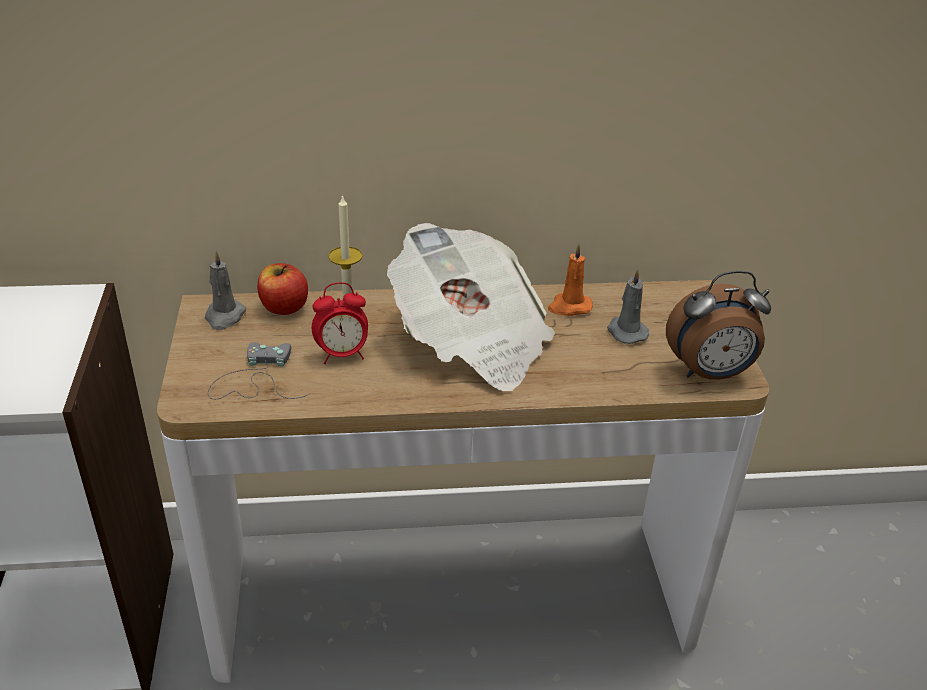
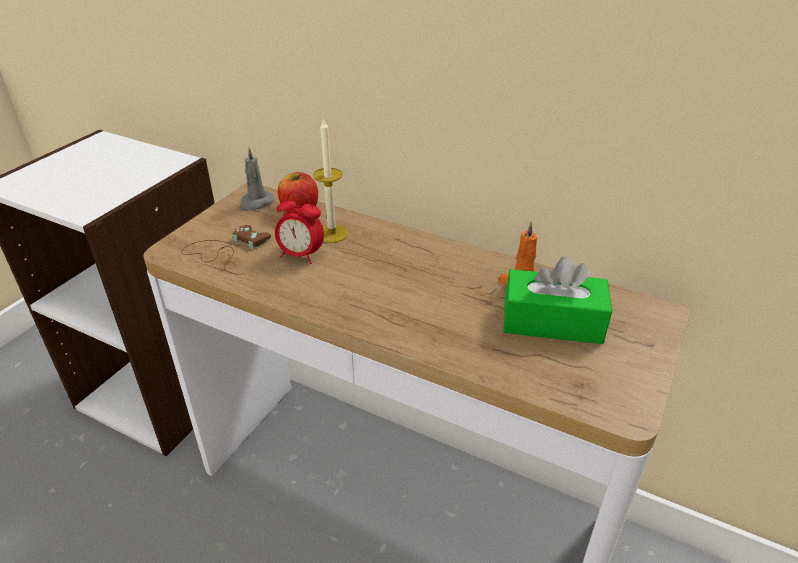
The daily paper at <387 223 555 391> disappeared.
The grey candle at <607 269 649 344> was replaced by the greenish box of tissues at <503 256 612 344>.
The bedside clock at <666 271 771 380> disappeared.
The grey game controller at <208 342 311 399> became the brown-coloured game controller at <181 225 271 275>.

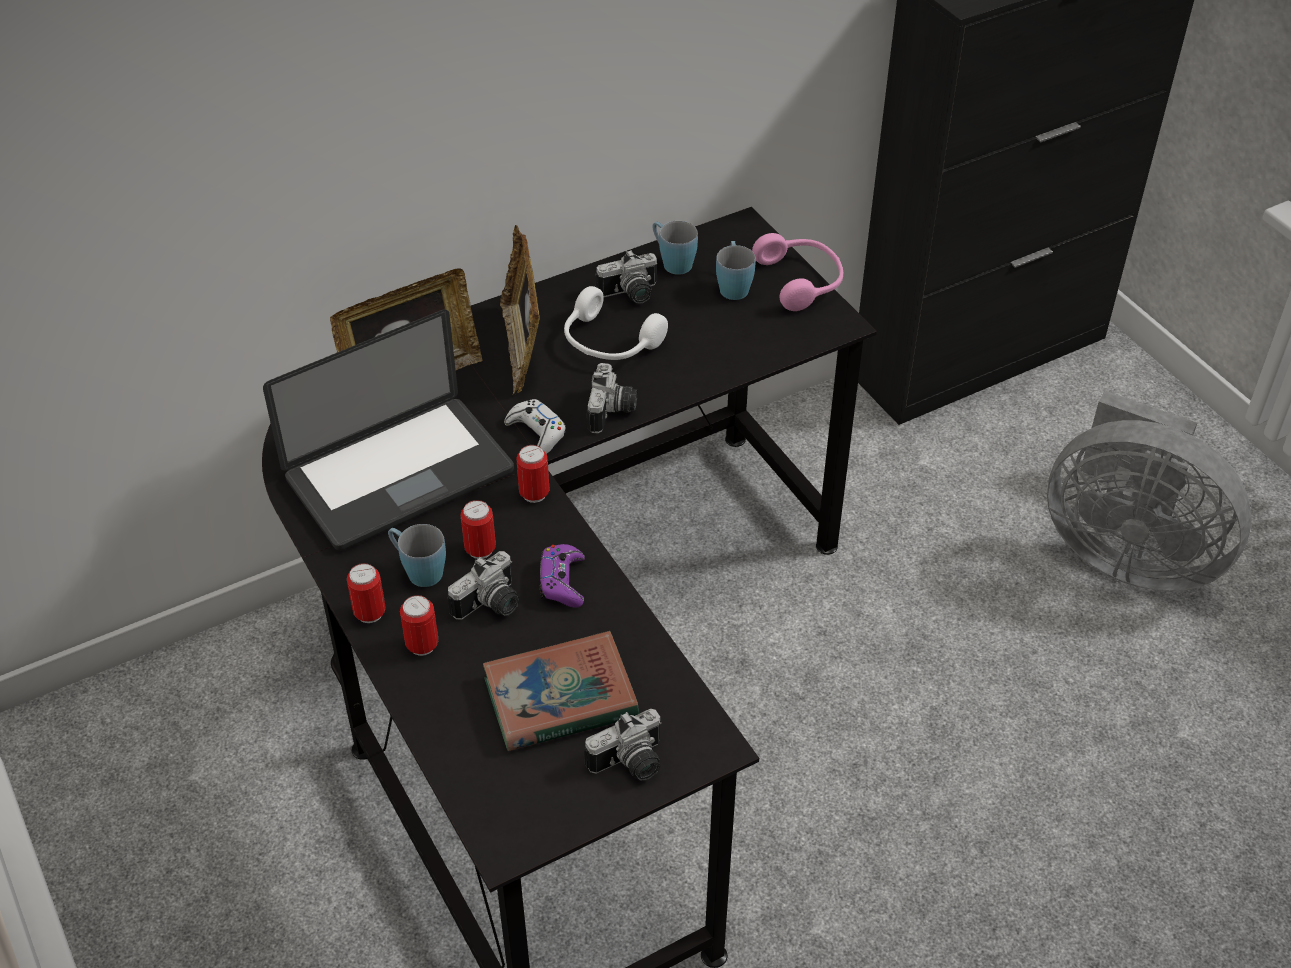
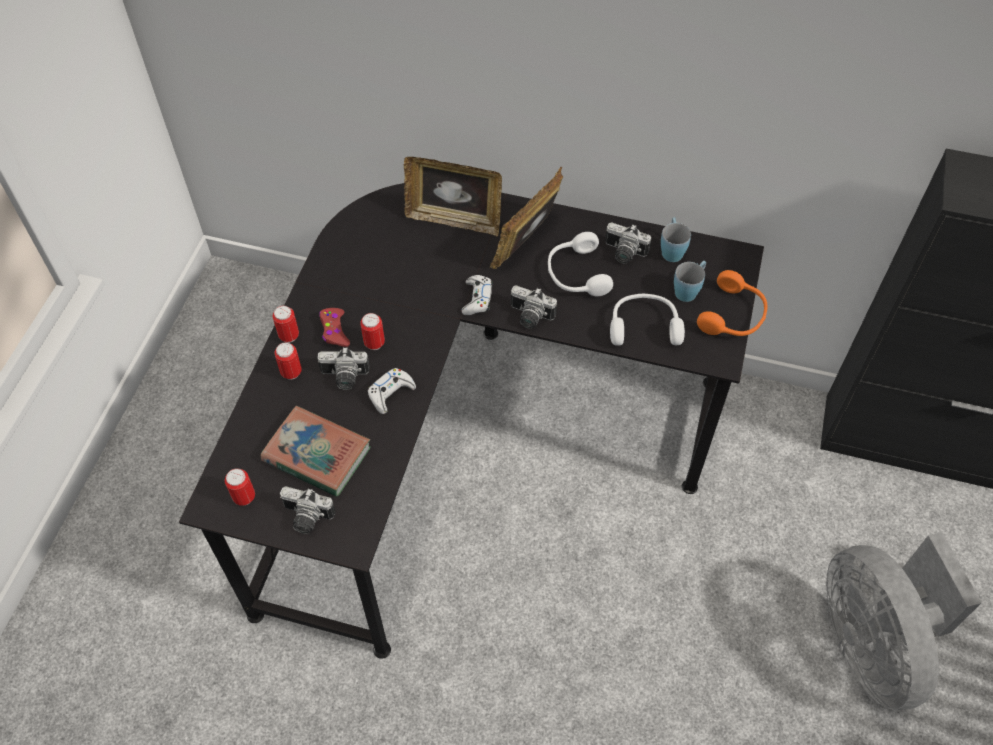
The pinkish headset at <752 233 843 311> became the orangey headset at <697 270 767 336>.
The portable computer at <263 310 514 551> disappeared.
The still camera at <587 363 637 433> turned 60 degrees clockwise.
The sealed can moved from <516 445 550 503> to <225 468 255 505>.
The blue tea mug at <388 524 446 587> was replaced by the red-coloured game controller at <319 308 350 347>.
The purple game controller at <539 544 585 608> became the white game controller at <368 368 416 414>.
The white headset at <610 293 685 346> appeared.

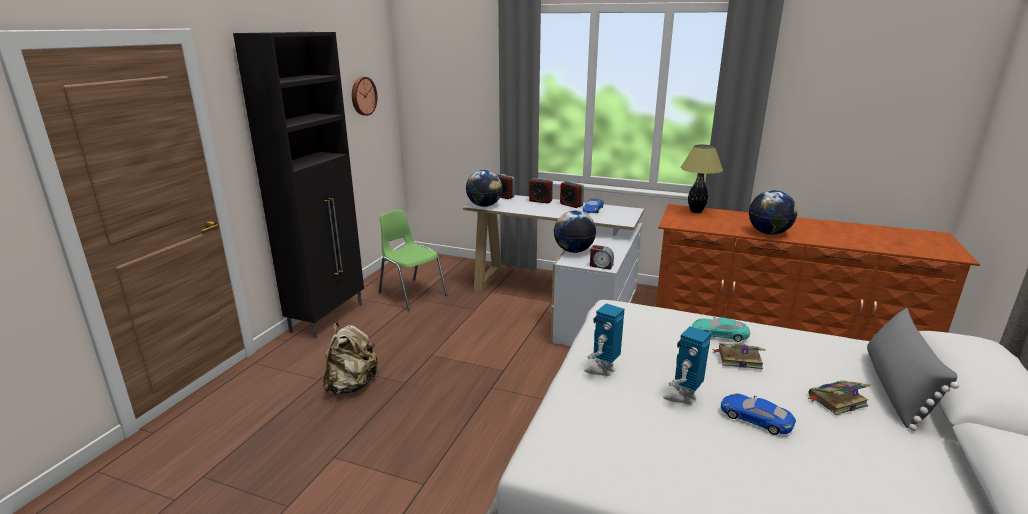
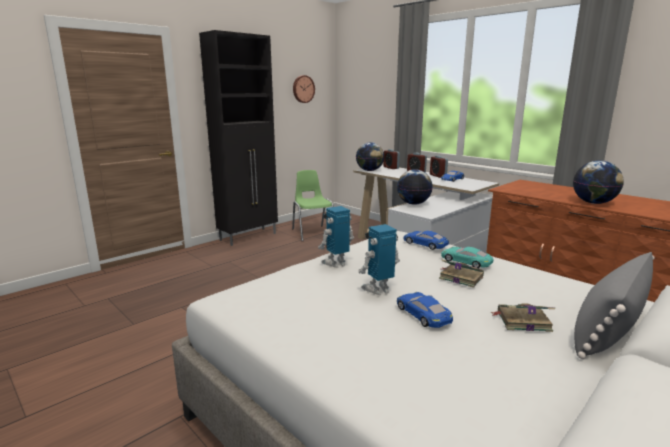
The table lamp at <681 144 723 213> disappeared.
The bedside clock at <590 245 614 270> disappeared.
The beige-coloured knapsack at <323 322 379 395> disappeared.
The blue toy car at <404 231 449 250> appeared.

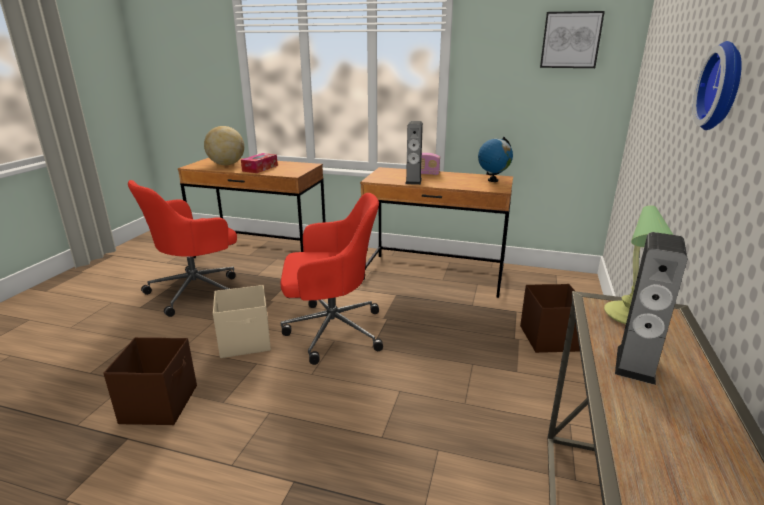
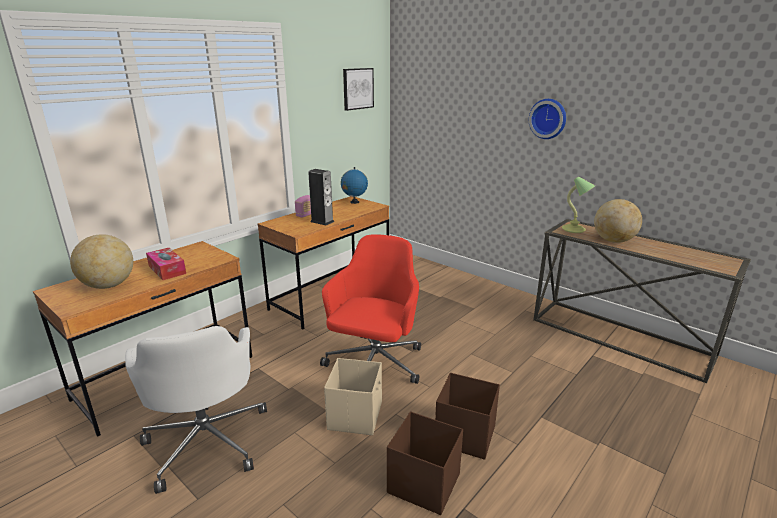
The red-coloured computer chair at <128 180 237 317> became the white computer chair at <125 326 267 494>.
The loudspeaker at <615 232 687 385> was replaced by the desk globe at <594 199 642 243>.
The brown-coloured storage container moved from <520 284 580 353> to <435 373 500 460>.

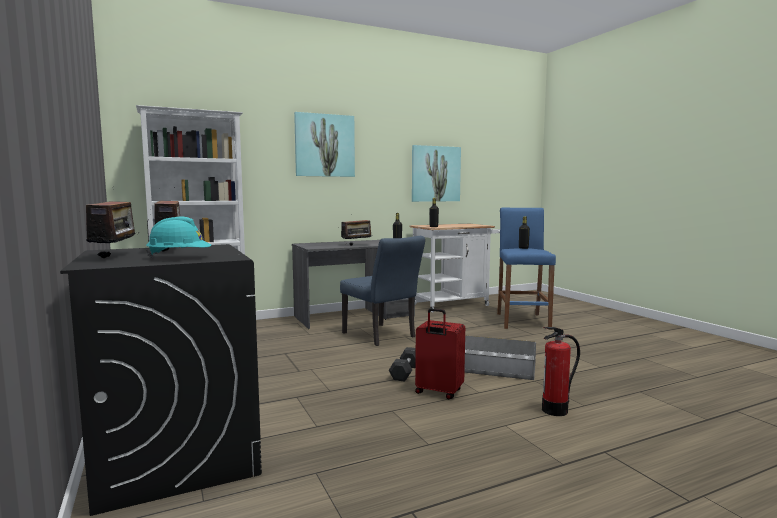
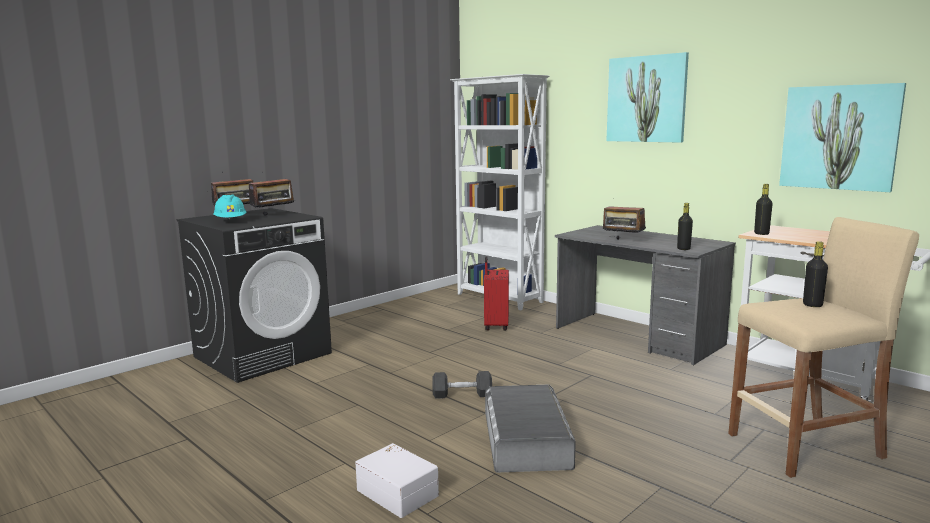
The blue stool seat at <497 207 556 330> became the beige-coloured stool seat at <728 217 919 478>.
The blue chair at <340 236 425 346> disappeared.
The red-coloured piece of luggage moved from <415 308 465 399> to <484 256 509 330>.
The fire-fighting cylinder at <542 327 580 416> was replaced by the white storage container at <355 443 439 518>.

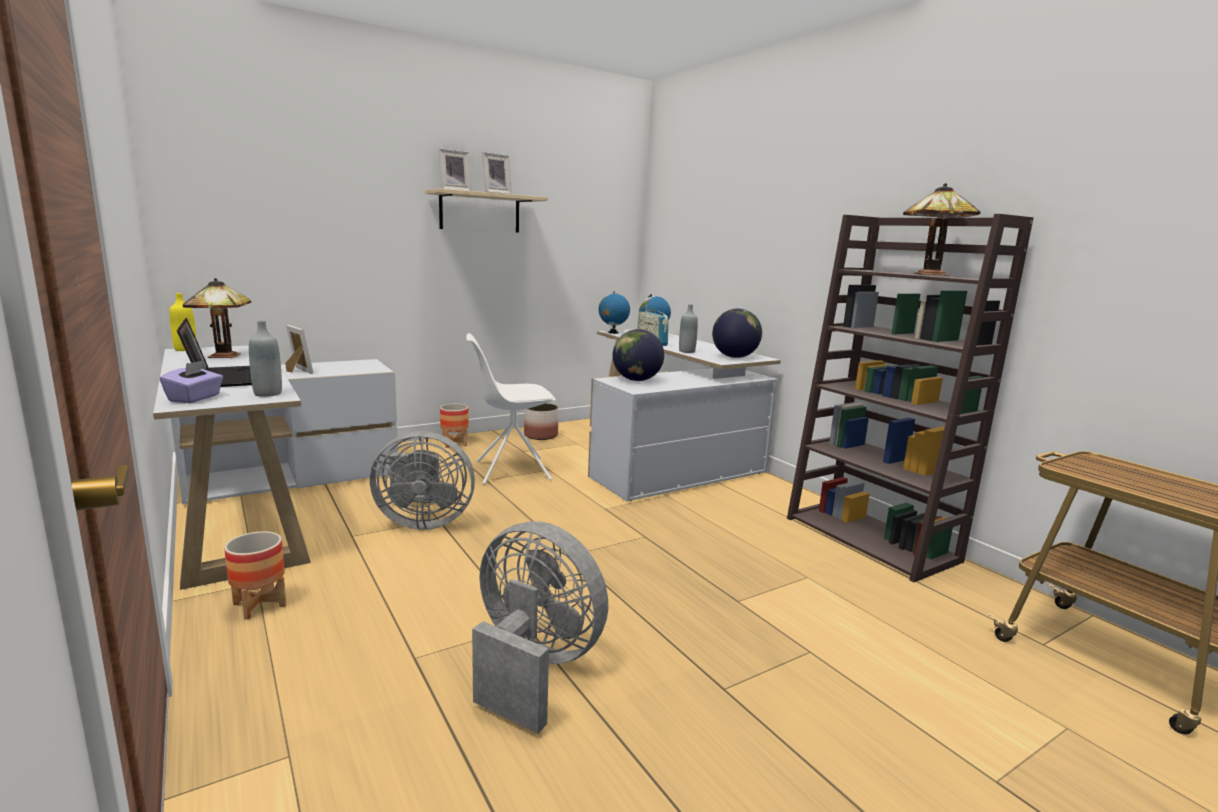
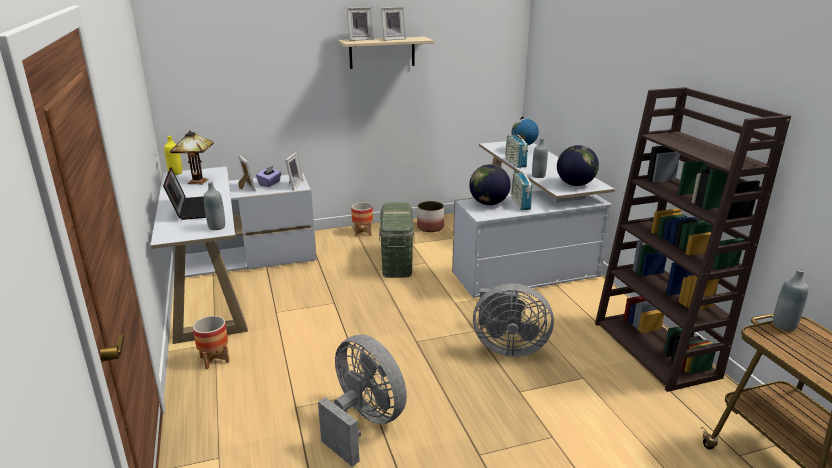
The table lamp at <903 183 981 276> disappeared.
The desk globe at <599 292 630 334> disappeared.
The white chair at <466 333 556 485> was replaced by the greenish storage container at <379 202 414 278>.
The purple box of tissues moved from <160 360 223 403> to <256 165 281 187>.
The grey cooling fan moved from <370 431 475 530> to <473 284 554 357>.
The standing frame at <285 152 304 190> appeared.
The radio receiver at <511 168 532 210> appeared.
The grey beverage bottle at <773 269 808 331> appeared.

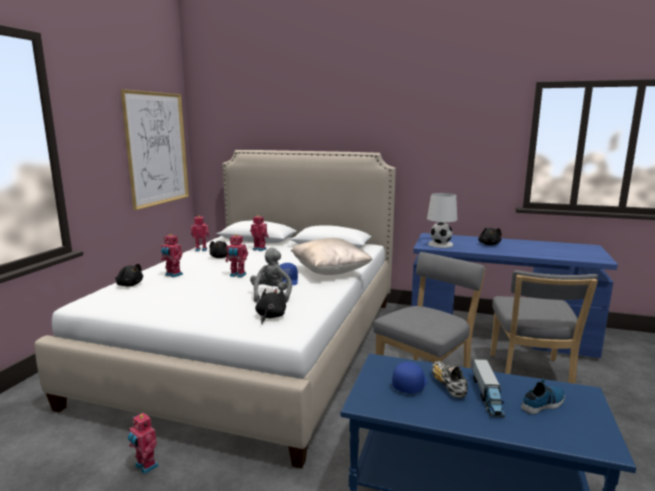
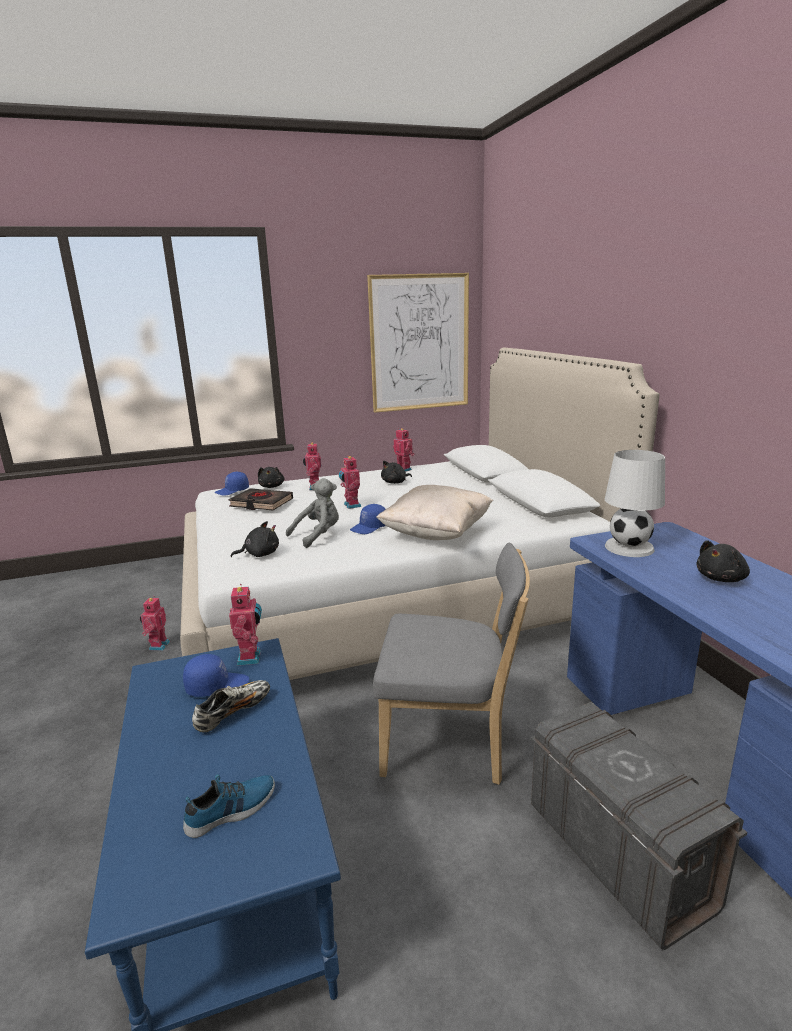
The toy robot moved from <250 215 269 251> to <229 584 262 666>.
The grey chair at <490 270 598 384> was replaced by the grey storage container at <530 702 747 950>.
The model truck at <472 359 505 417> disappeared.
The shoe at <521 379 565 414> turned 60 degrees counterclockwise.
The blue cap at <215 472 249 496> appeared.
The black volume at <228 488 293 510> appeared.

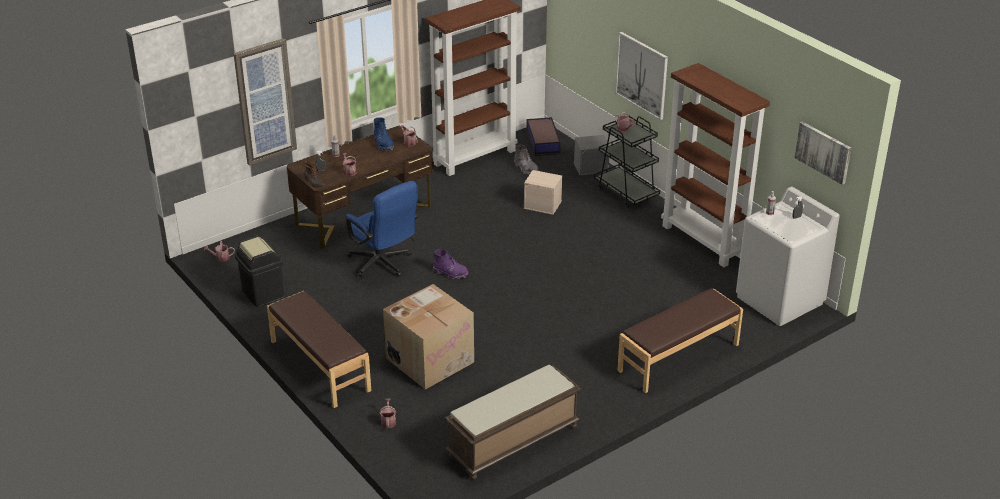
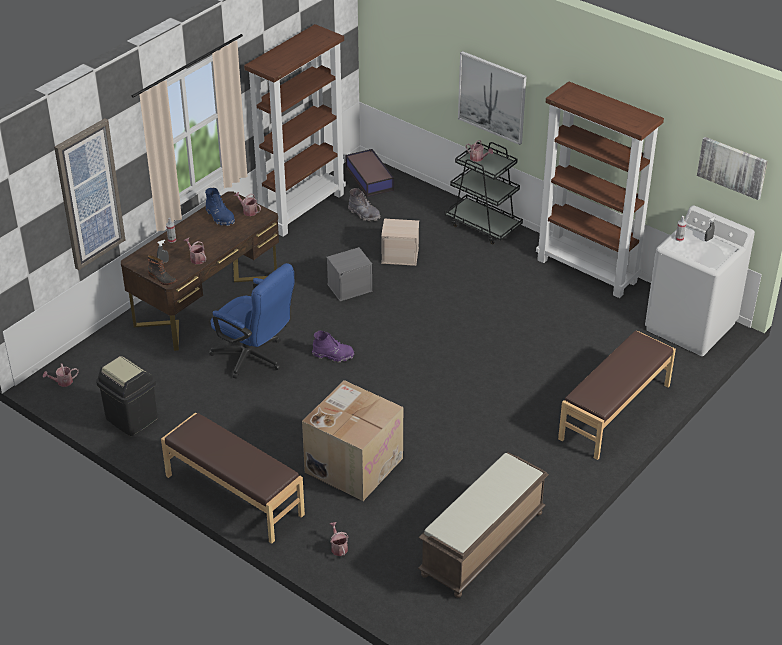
The grey storage container moved from <574 135 609 176> to <327 247 373 301>.

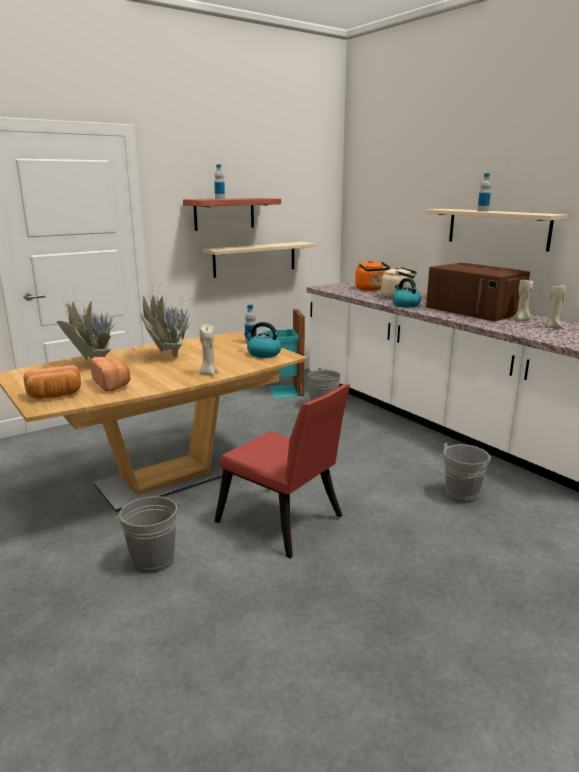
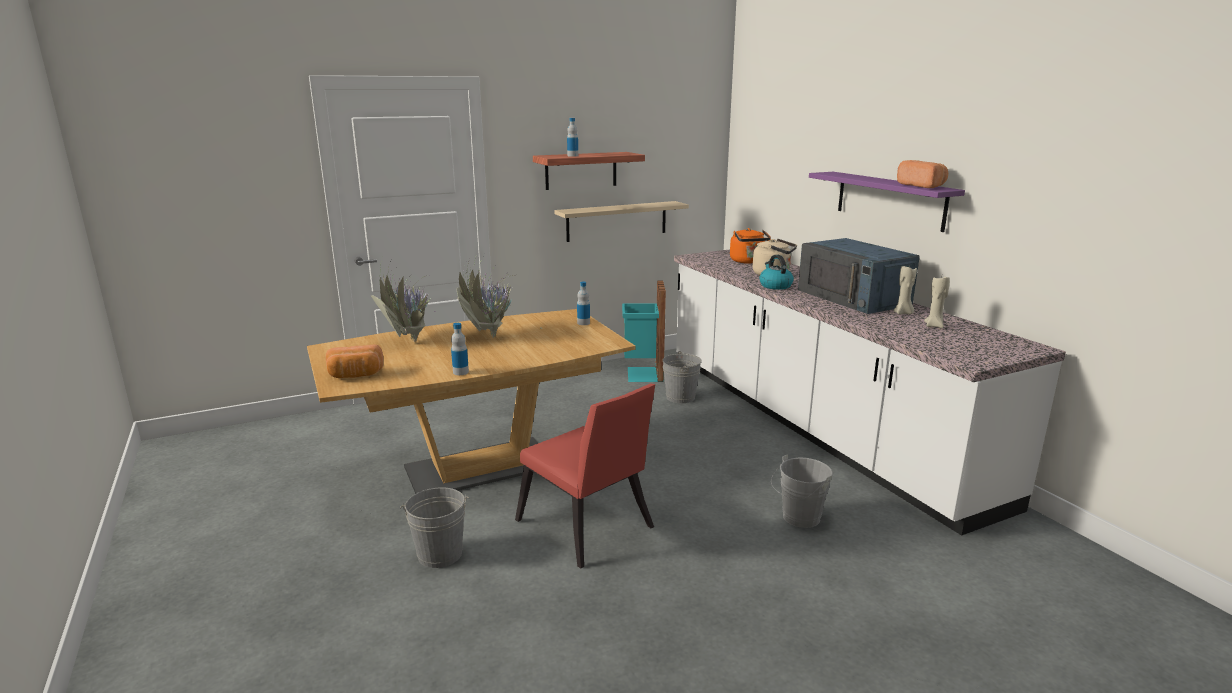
The beverage bottle moved from <477 173 491 212> to <451 323 469 375>.
The beige-coloured shelf at <426 209 568 252> became the purple shelf at <809 172 965 232>.
The brown-coloured microwave at <426 263 530 321> became the blue microwave at <798 238 920 314>.
The kettle at <244 322 281 358> disappeared.
The beige-coloured candle at <200 324 218 375> disappeared.
The bakery bread moved from <90 357 130 392> to <897 160 948 188>.

